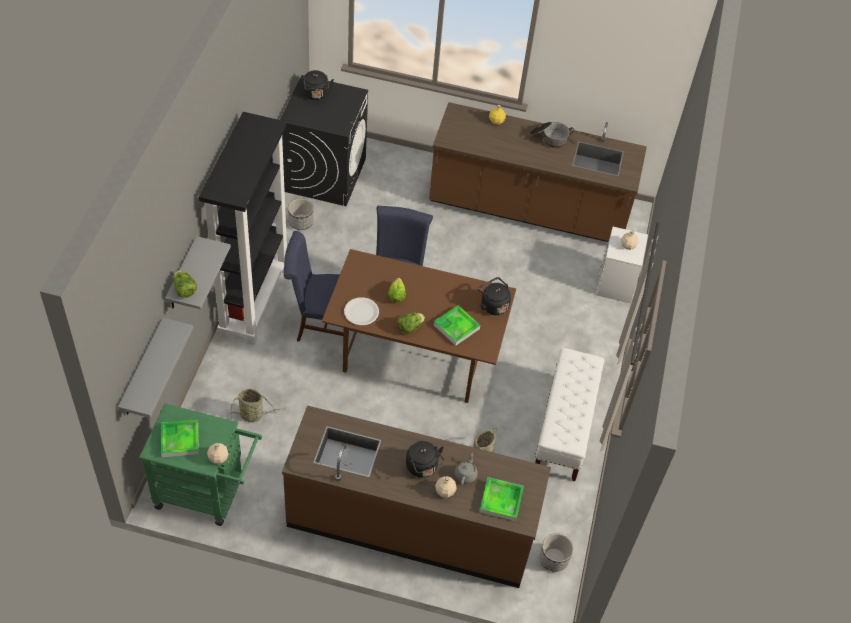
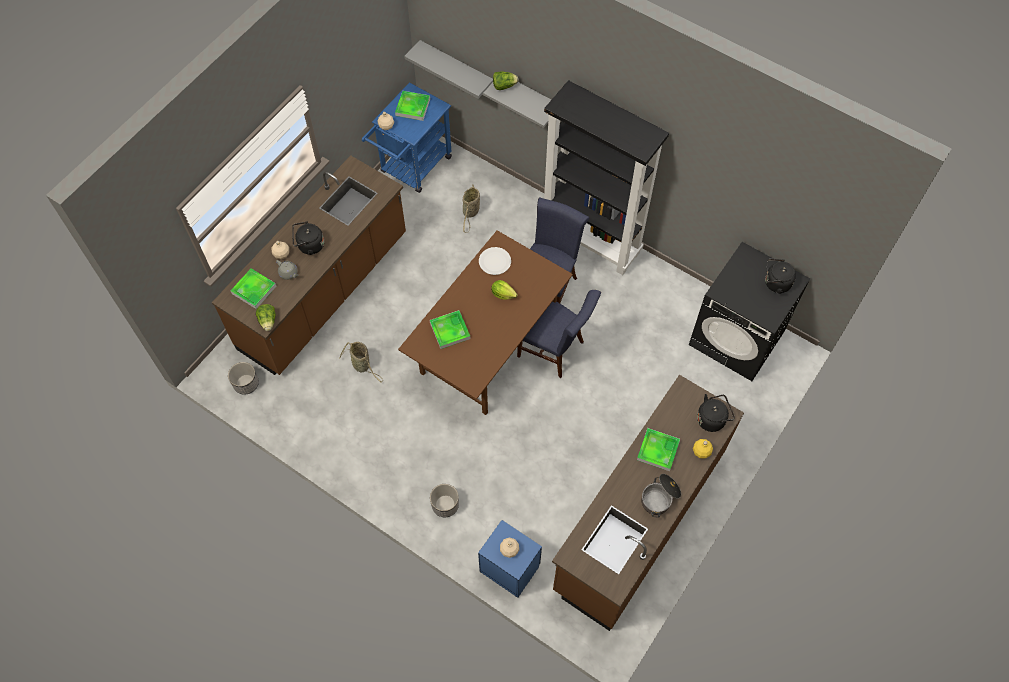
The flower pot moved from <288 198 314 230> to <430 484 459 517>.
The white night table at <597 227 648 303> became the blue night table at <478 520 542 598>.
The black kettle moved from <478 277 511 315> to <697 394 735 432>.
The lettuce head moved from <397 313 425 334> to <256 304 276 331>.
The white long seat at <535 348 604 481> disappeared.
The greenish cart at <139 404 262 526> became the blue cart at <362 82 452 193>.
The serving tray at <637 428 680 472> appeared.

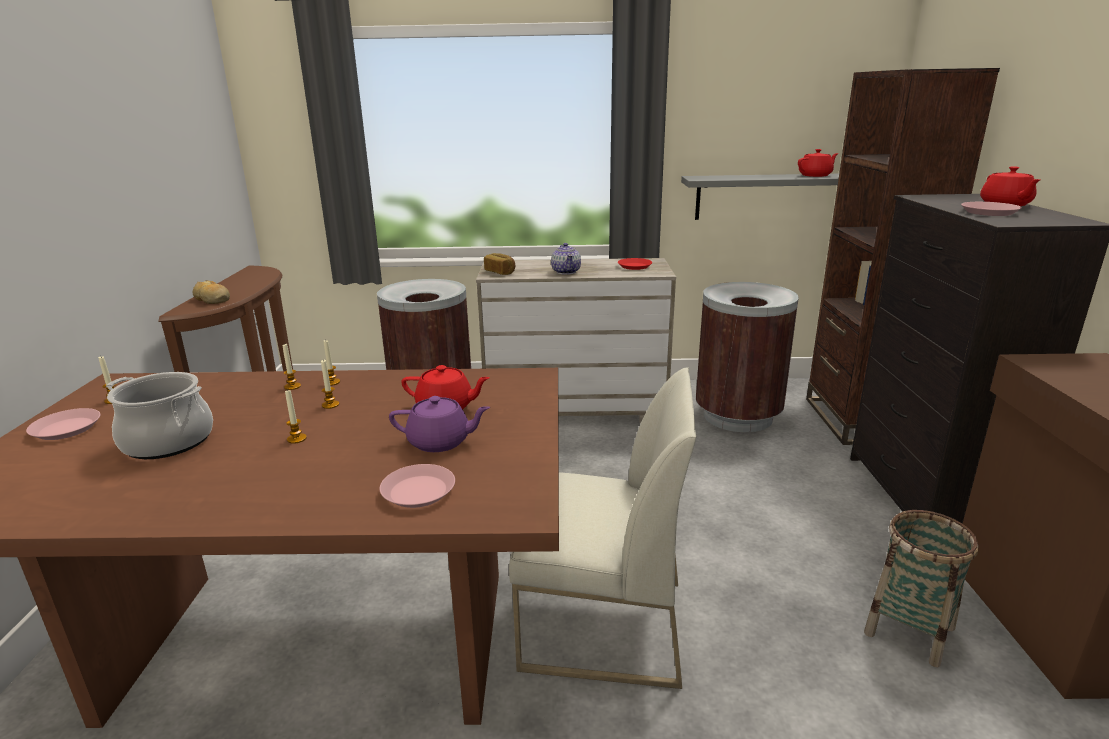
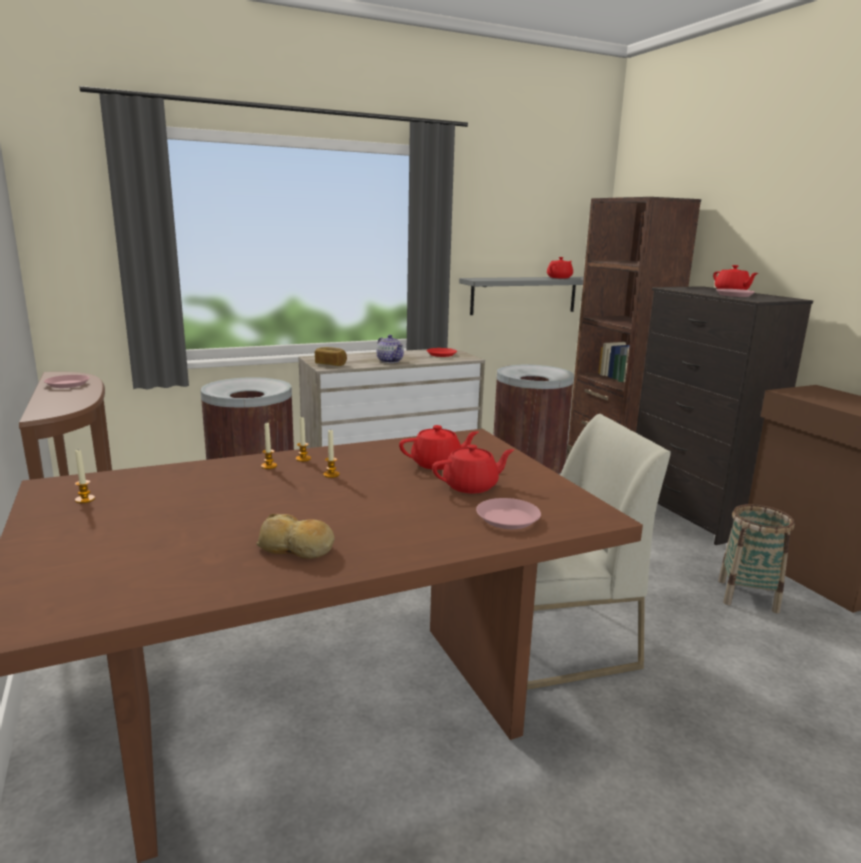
The bakery bread moved from <193 280 230 304> to <257 514 335 559>.
The saucepot at <106 372 213 459> disappeared.
The candle at <285 389 307 444> disappeared.
The purple teapot at <389 396 490 452> became the red-coloured teapot at <432 444 514 493>.
The pinkish flat dish moved from <26 408 101 440> to <44 375 89 388>.

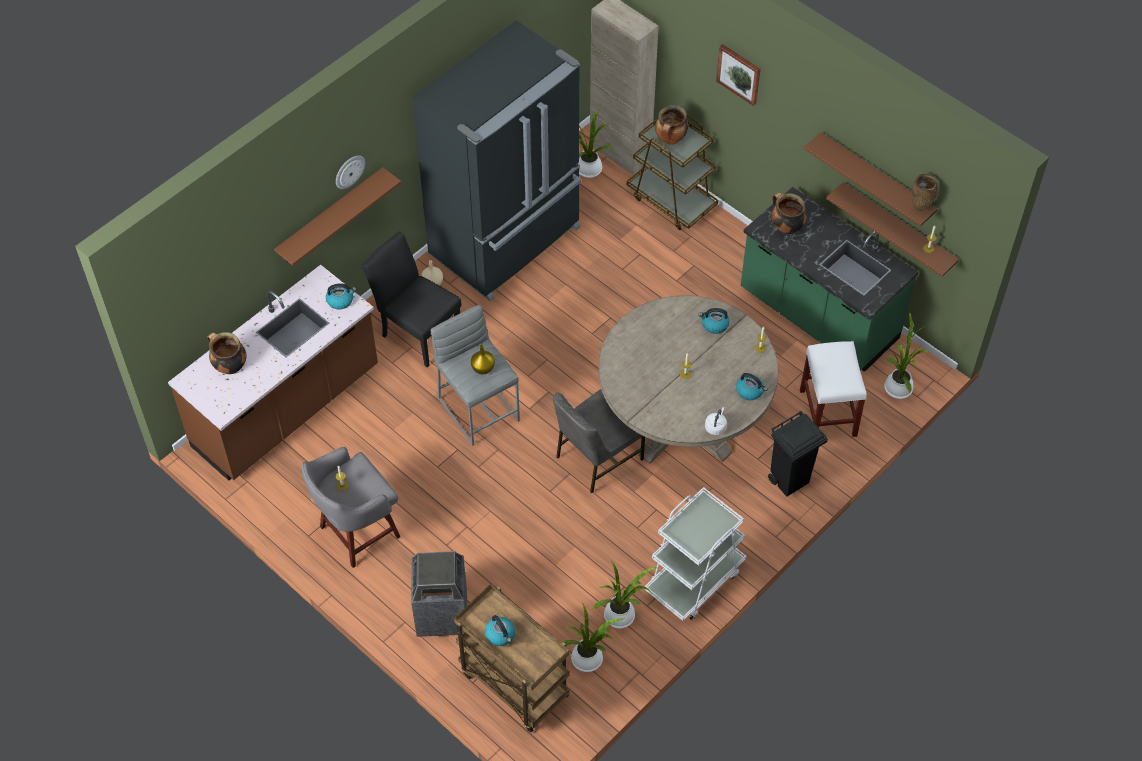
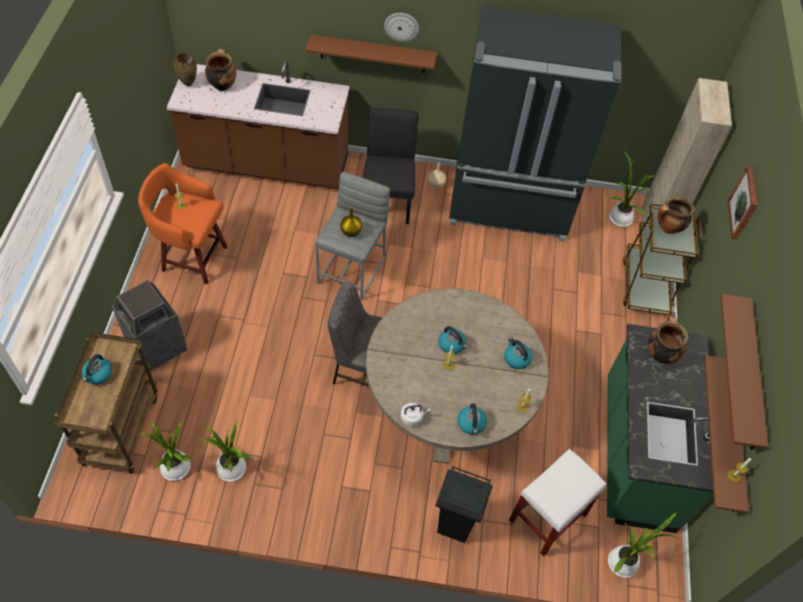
The brown-coloured flower vase moved from <911 174 938 211> to <174 53 197 87>.
The kettle moved from <326 283 356 309> to <438 326 467 354>.
The grey stool seat at <302 447 400 568> became the orangey stool seat at <138 163 228 284>.
The white cart at <644 487 746 621> disappeared.

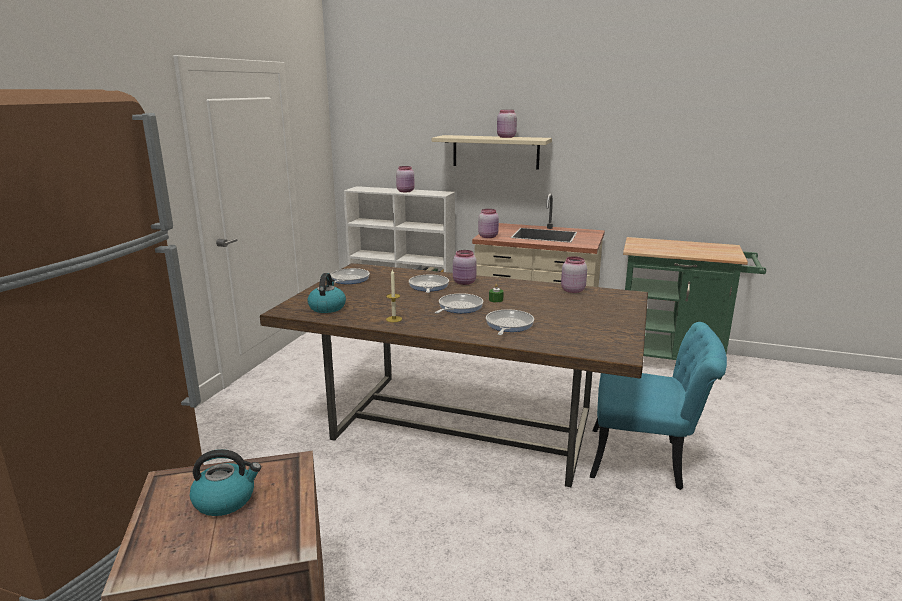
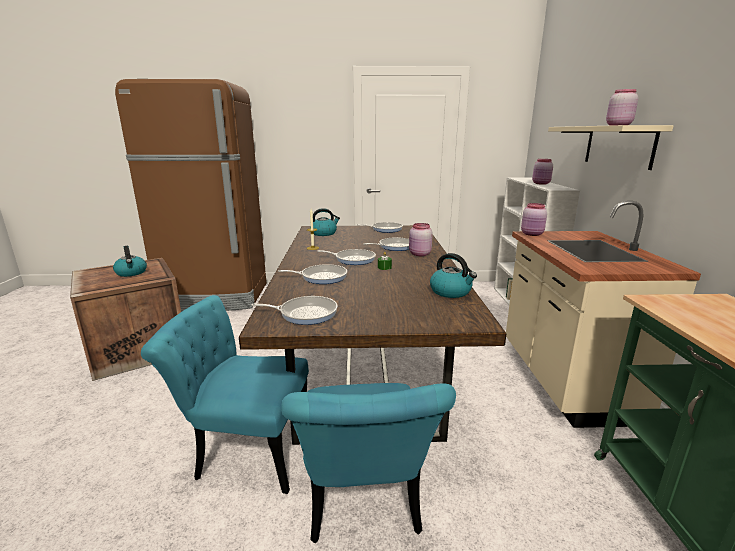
The pinkish preserve jar at <561 256 587 293> was replaced by the kettle at <430 253 477 298>.
The turquoise-coloured chair at <141 295 309 494> appeared.
The frying pan at <252 296 338 325> appeared.

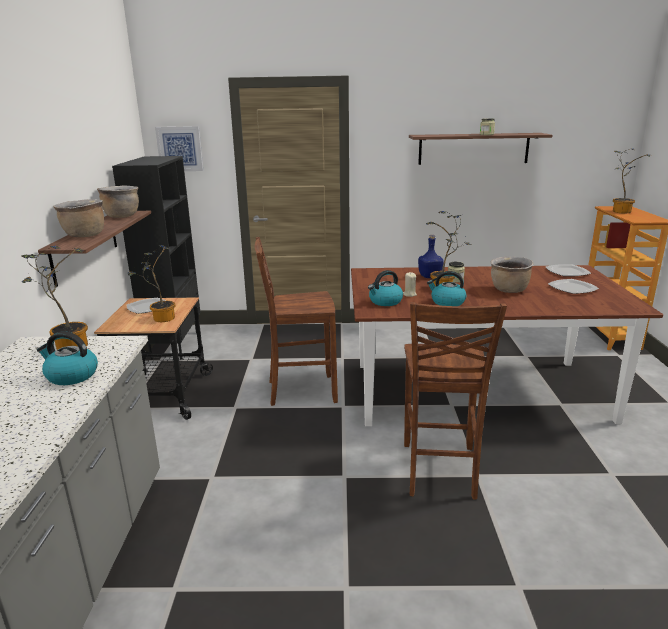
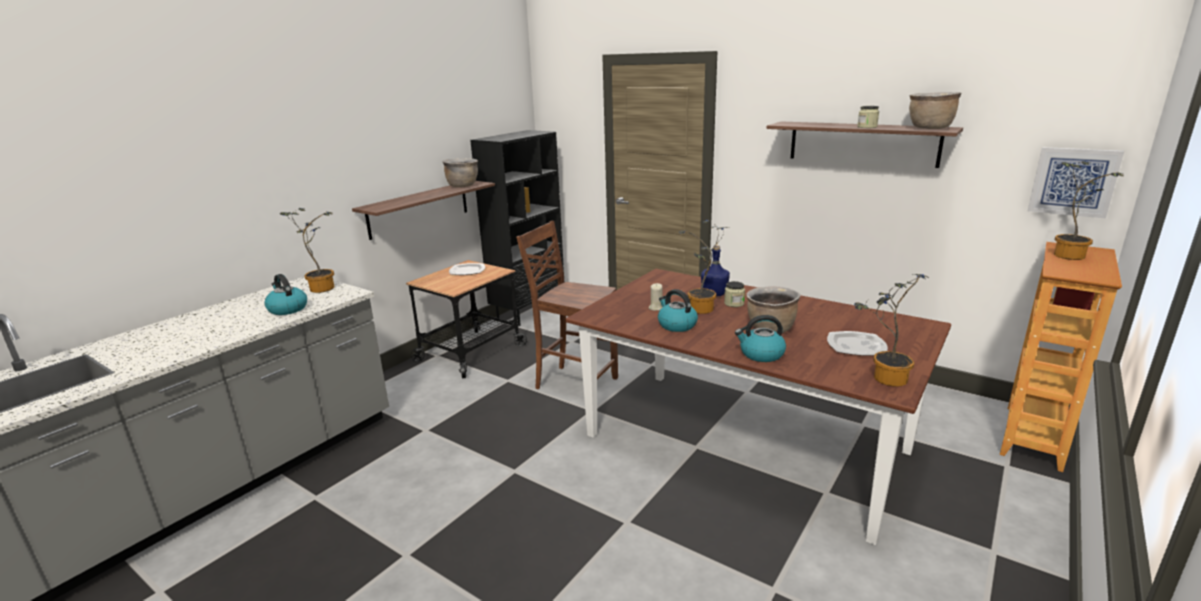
The wall art moved from <155 126 203 171> to <1027 147 1124 219>.
The brown-coloured saucepot moved from <53 199 104 237> to <909 92 962 129>.
The houseplant moved from <127 245 176 322> to <854 274 930 387>.
The flat dish at <546 264 591 277> disappeared.
The kettle moved from <368 270 403 306> to <735 315 786 362>.
The brown-coloured chair at <404 302 507 500> disappeared.

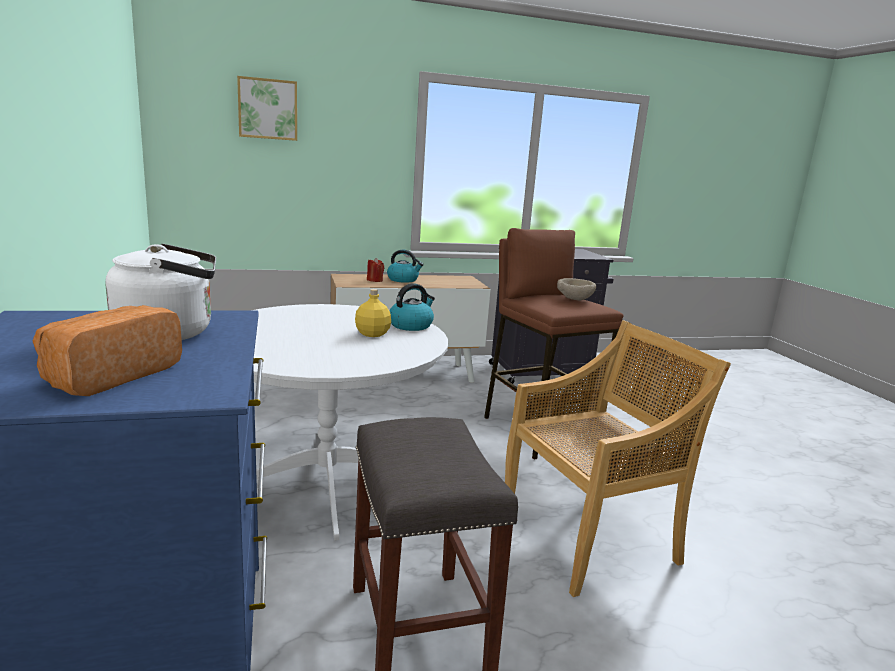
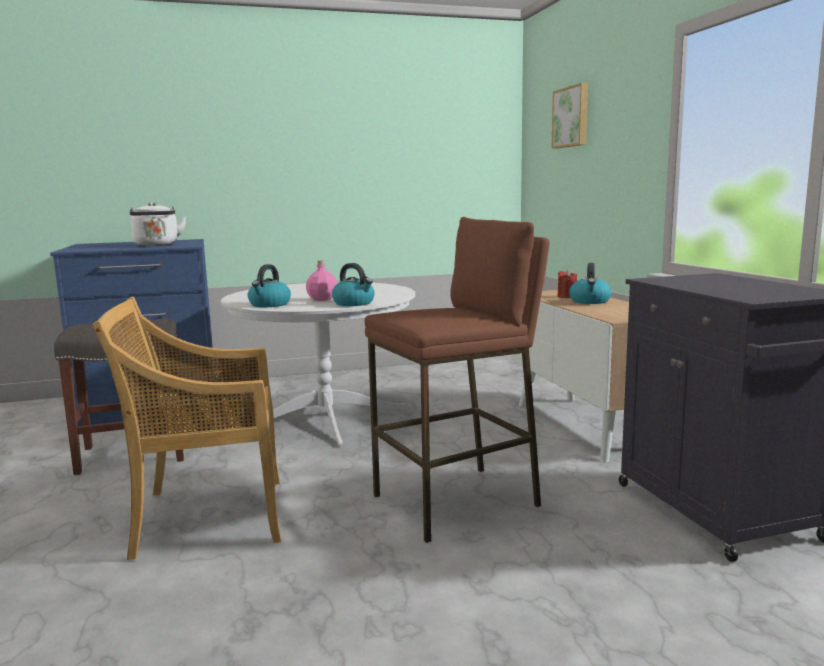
The beige-coloured deep dish at <557 278 596 300> disappeared.
The yellow-coloured beverage bottle at <355 289 391 337> became the pinkish beverage bottle at <306 260 337 301>.
The bakery bread at <33 305 182 396> disappeared.
The beige-coloured chair at <505 320 731 597> turned 105 degrees clockwise.
The kettle at <248 264 291 307> appeared.

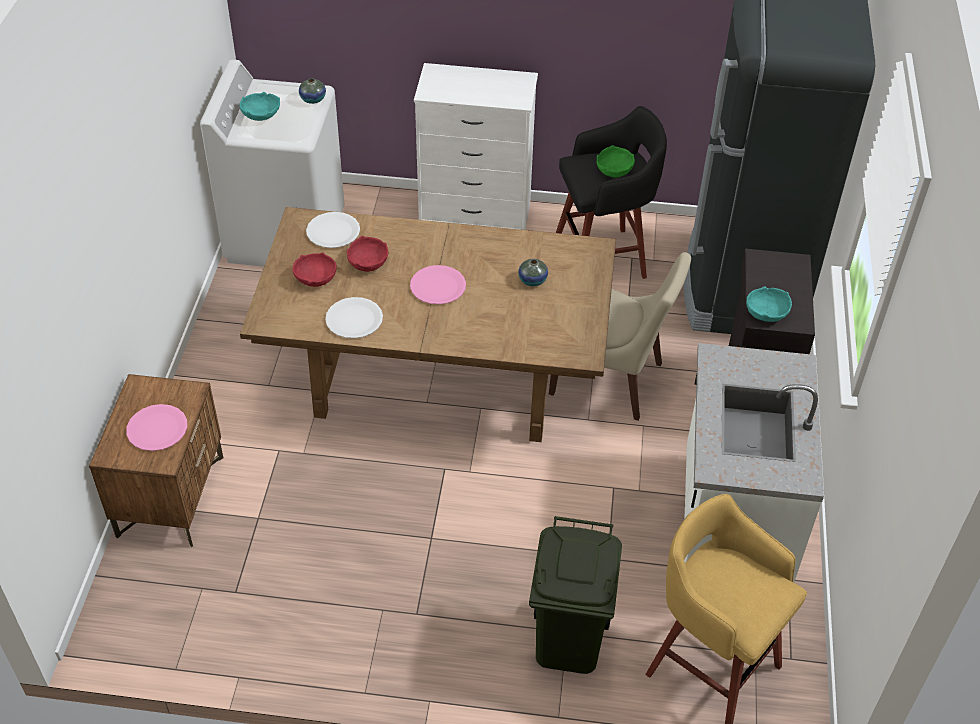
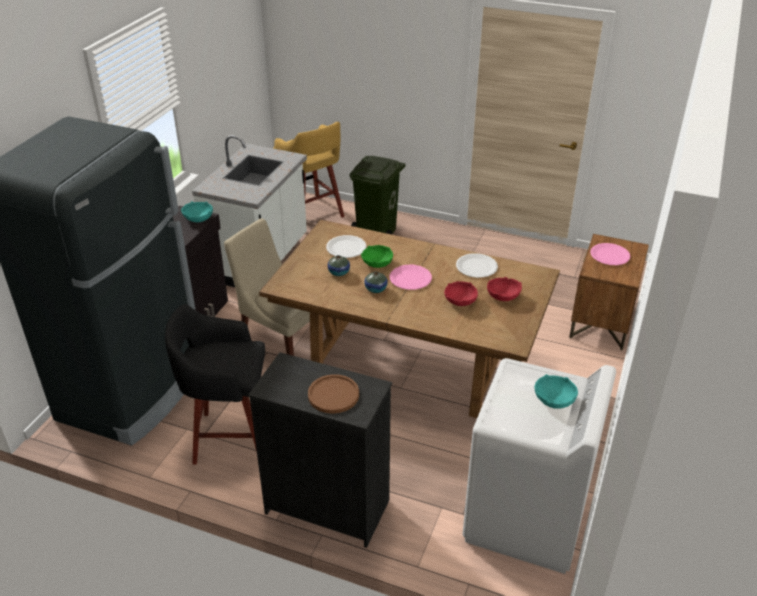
The white dresser at <414 63 538 230> became the black dresser at <248 352 392 548>.
The flower vase moved from <299 78 326 104> to <364 272 388 293>.
The greenish deep dish moved from <597 145 635 177> to <361 245 393 268>.
The white flat dish moved from <306 212 360 248> to <326 235 367 258>.
The brown-coloured flat dish at <308 374 359 413> appeared.

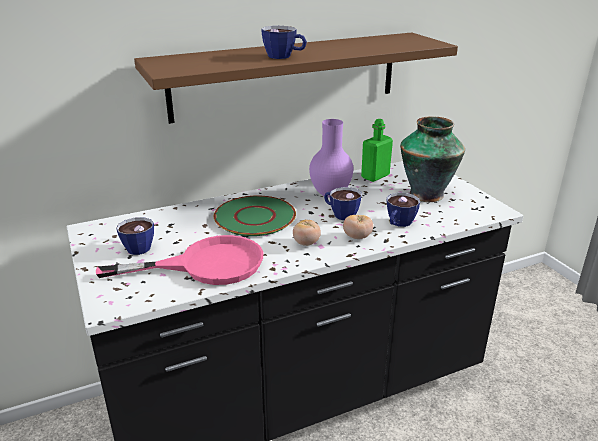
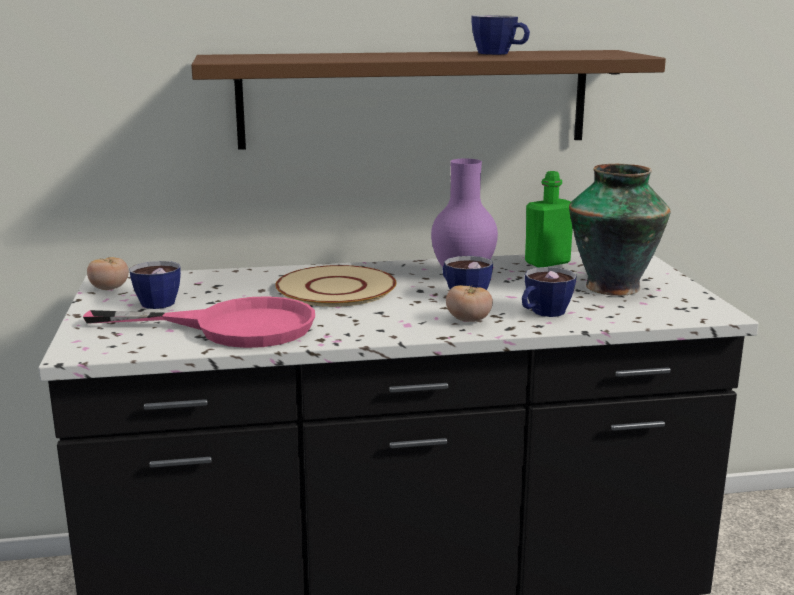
The drinking cup moved from <261 26 307 59> to <472 15 530 55>.
The greenish flat dish at <214 196 296 236> became the beige-coloured flat dish at <275 265 396 307>.
The fresh tomato moved from <293 220 321 246> to <87 257 129 290>.

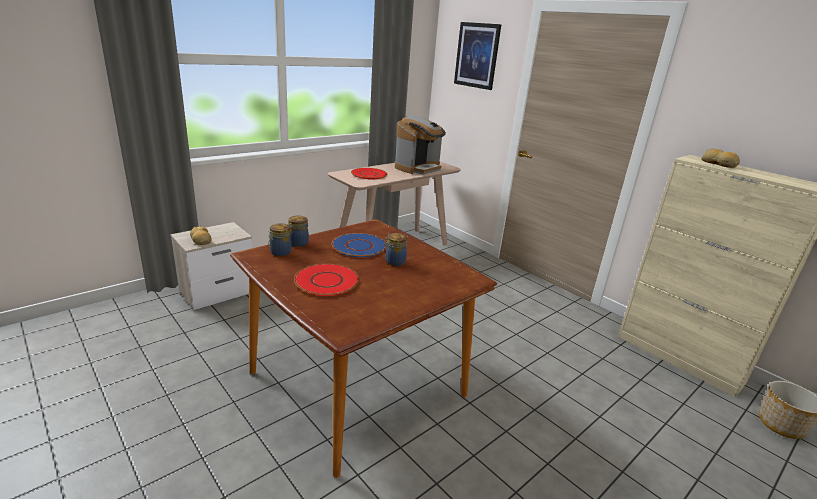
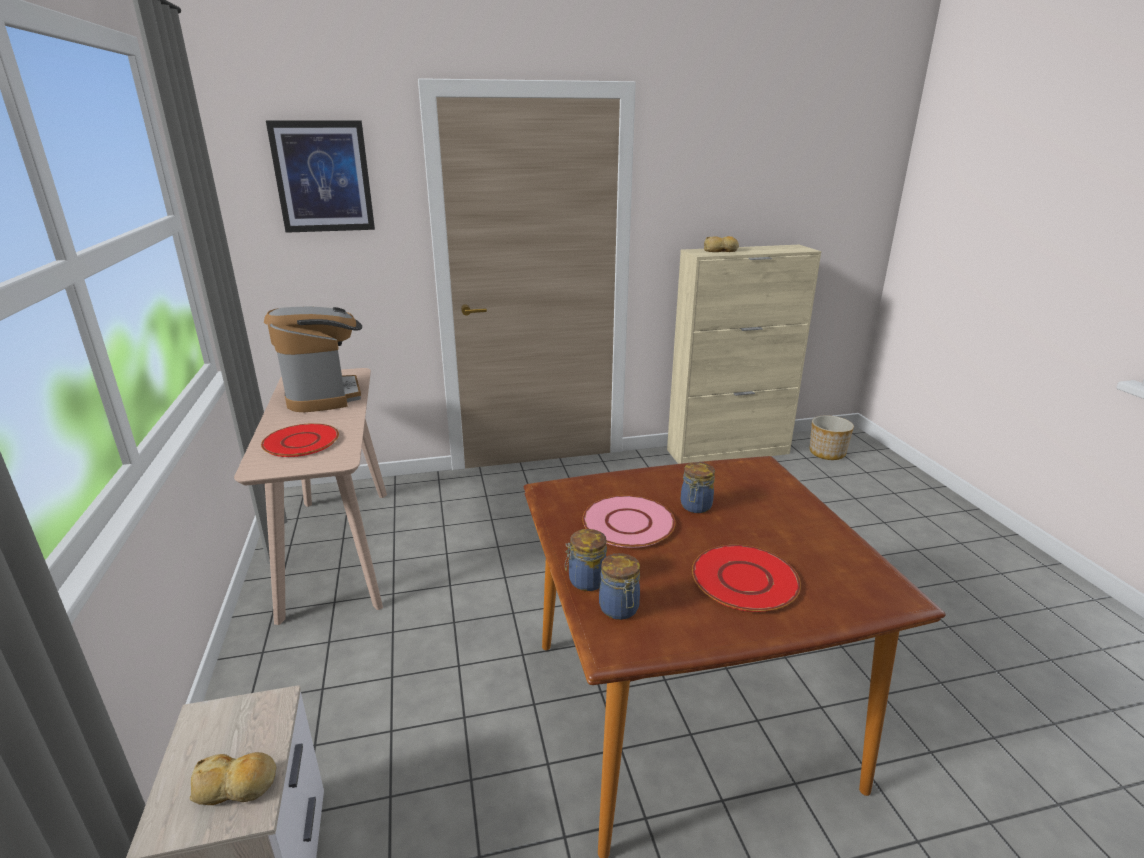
The blue flat dish at <332 233 387 257> became the pinkish flat dish at <582 495 675 548>.

